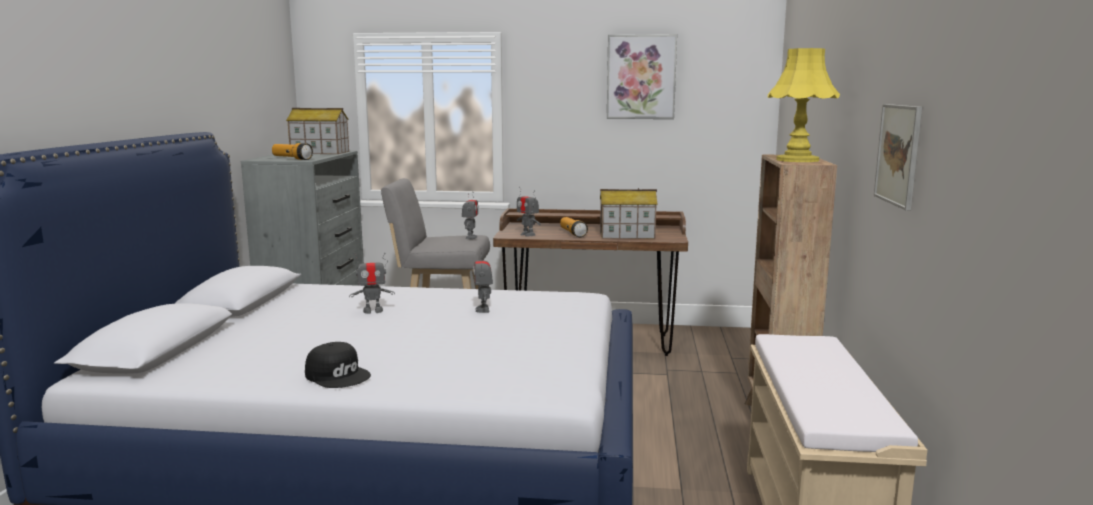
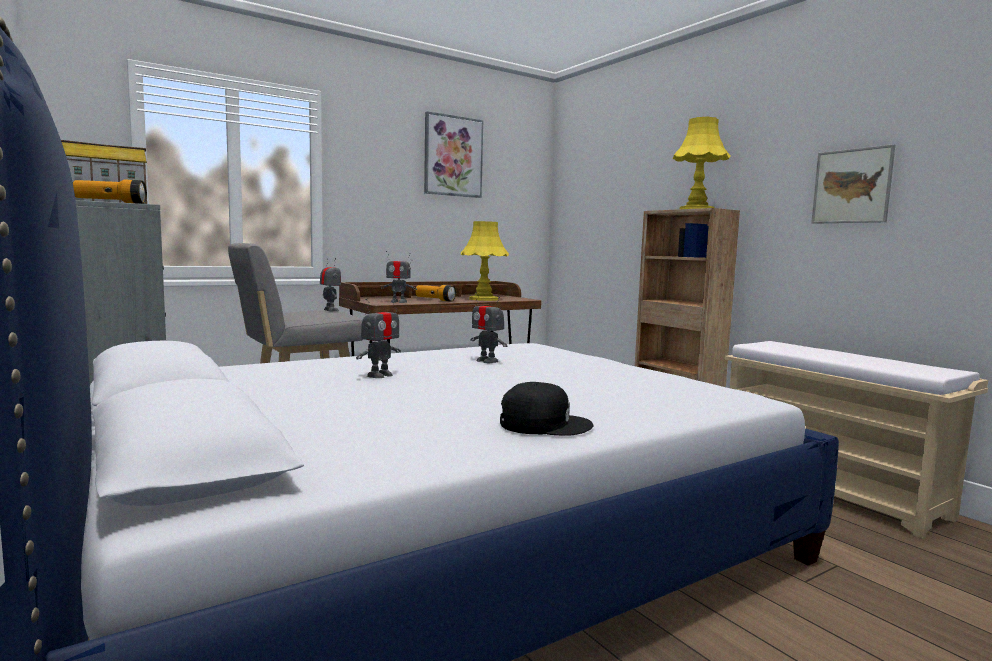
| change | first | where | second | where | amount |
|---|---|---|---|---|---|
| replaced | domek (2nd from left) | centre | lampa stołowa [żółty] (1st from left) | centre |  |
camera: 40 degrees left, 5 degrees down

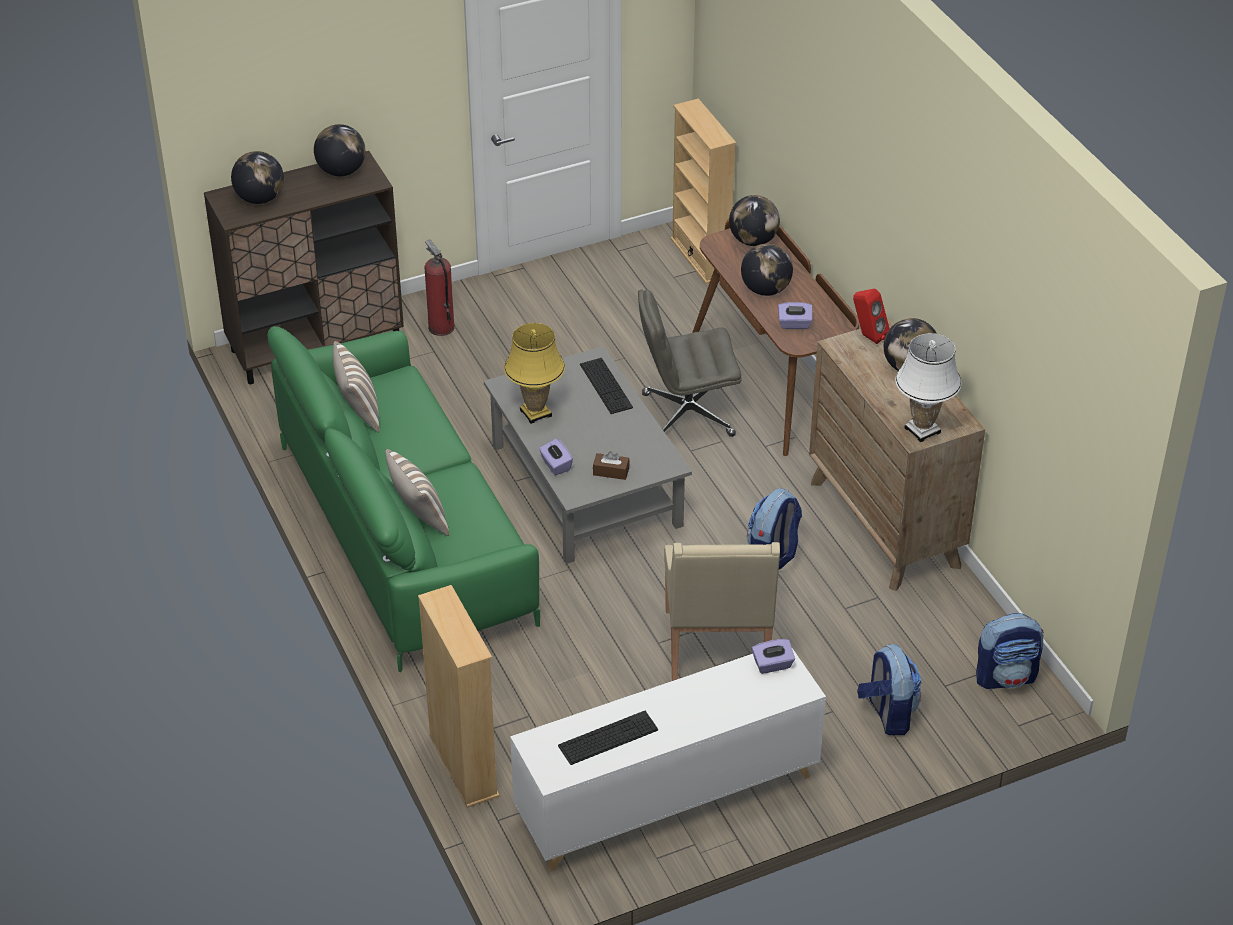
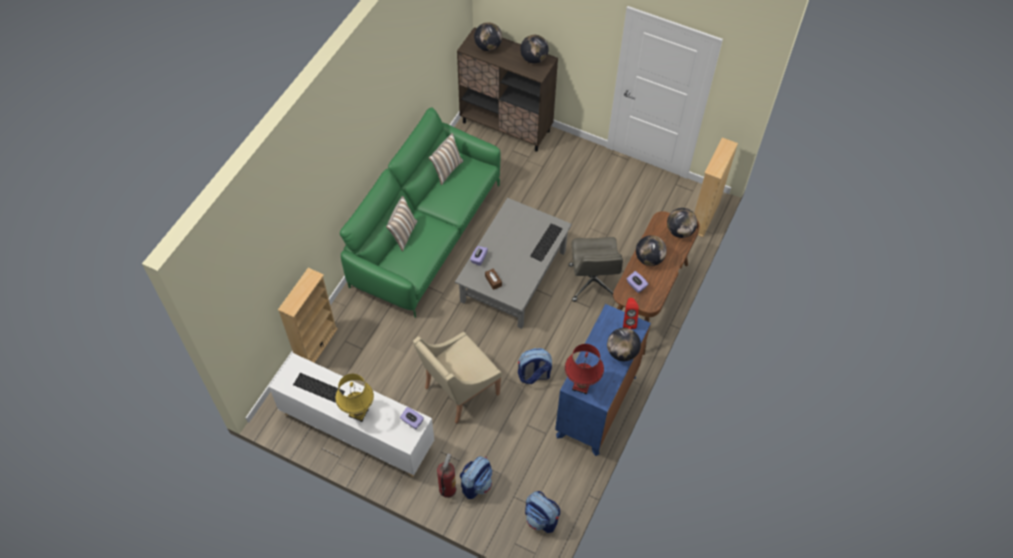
| change | first | where | second | where | amount |
|---|---|---|---|---|---|
| moved | lampa stołowa [żółty] | centre |  | bottom centre |  |
| moved | gaśnica | top centre |  | bottom centre |  |
| recoloured | komoda [brązowy] | middle right | komoda [niebieski] | bottom centre |  |
| recoloured | lampa stołowa [biały] | middle right | lampa stołowa [czerwony] | centre |  |
| turned | krzesło biurowe [szary] | centre |  | centre | 135 degrees counterclockwise |
camera: 50 degrees right, 15 degrees up

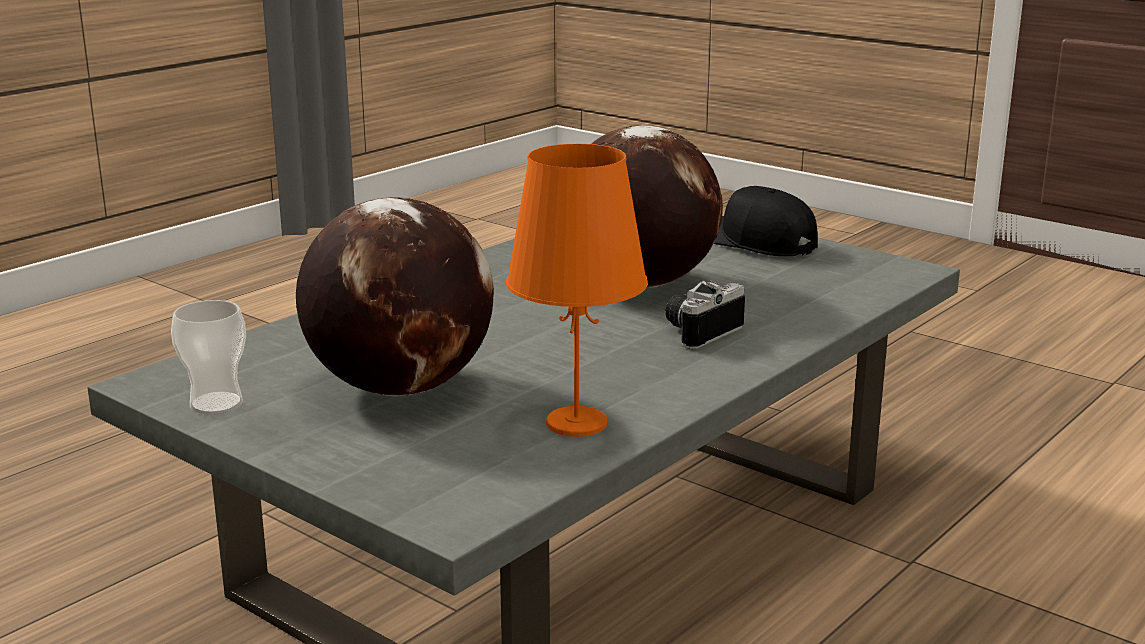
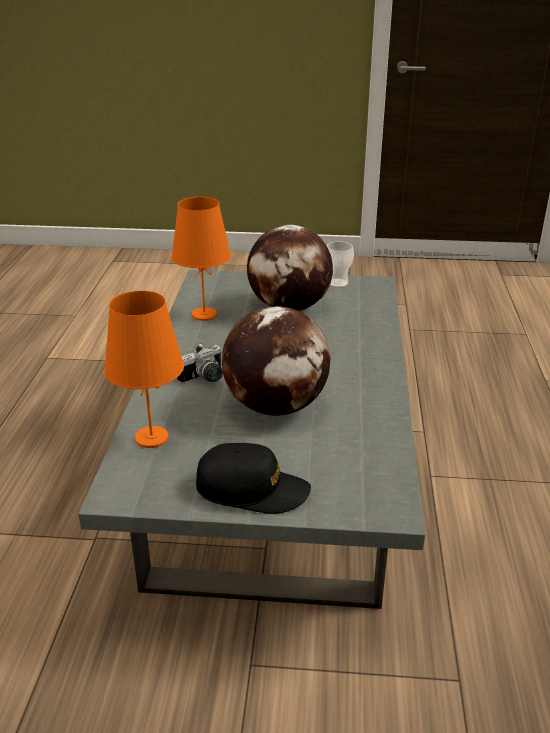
| change | first | where | second | where | amount |
|---|---|---|---|---|---|
| added |  |  | lampa stołowa [pomarańczowy] (1st from left) | middle left |  |
| turned | aparat fotograficzny | centre |  | centre | 45 degrees clockwise |
camera: 145 degrees right, 10 degrees up

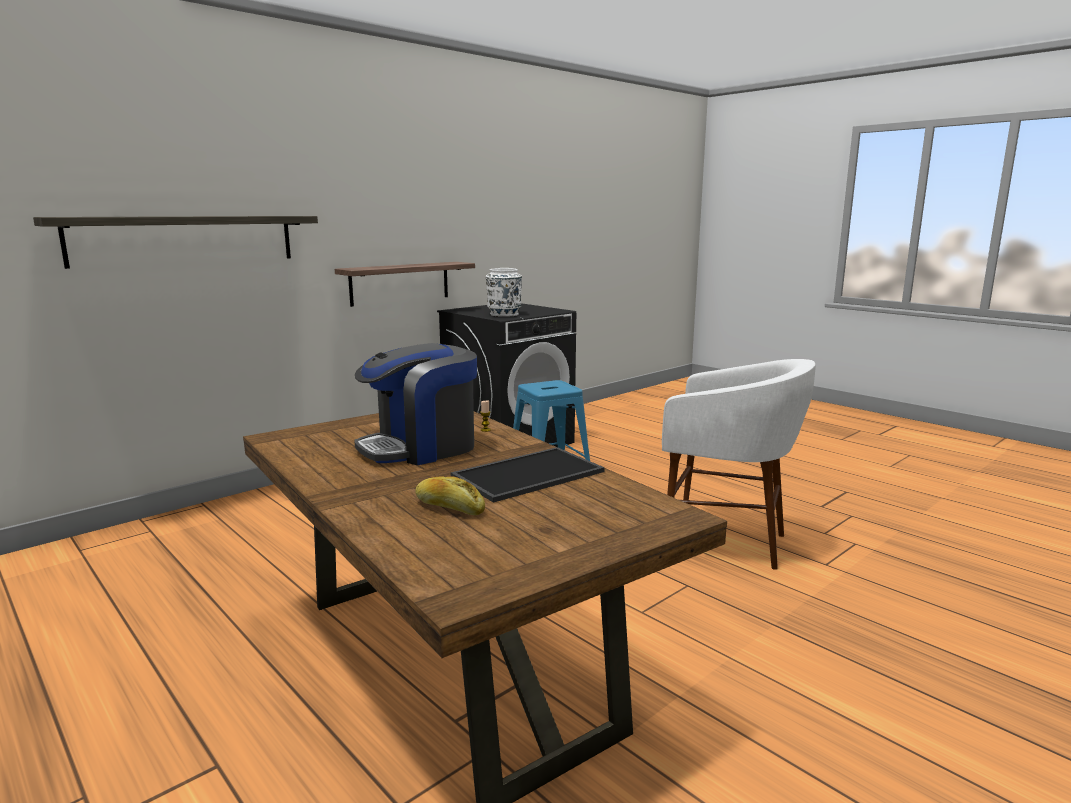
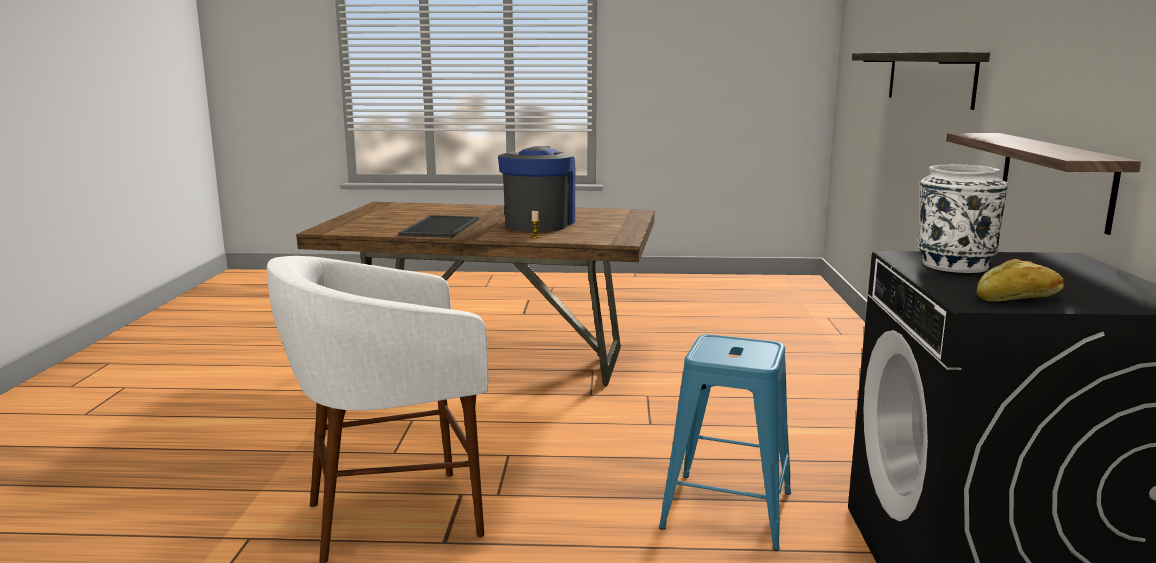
| change | first | where | second | where | amount |
|---|---|---|---|---|---|
| moved | chleb | centre |  | middle right |  |
camera: 135 degrees right, 0 degrees up

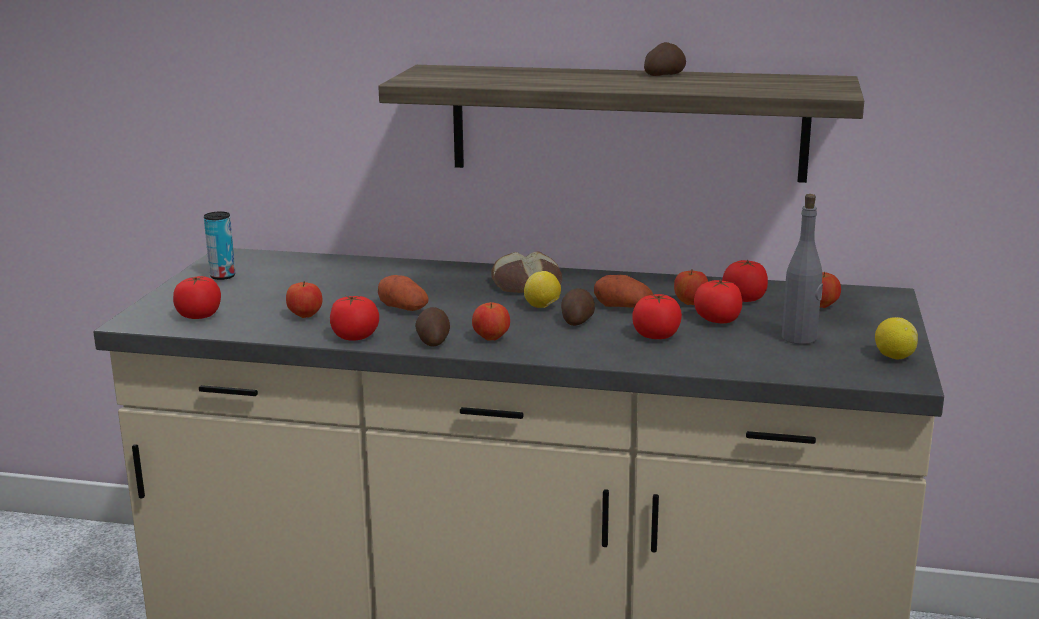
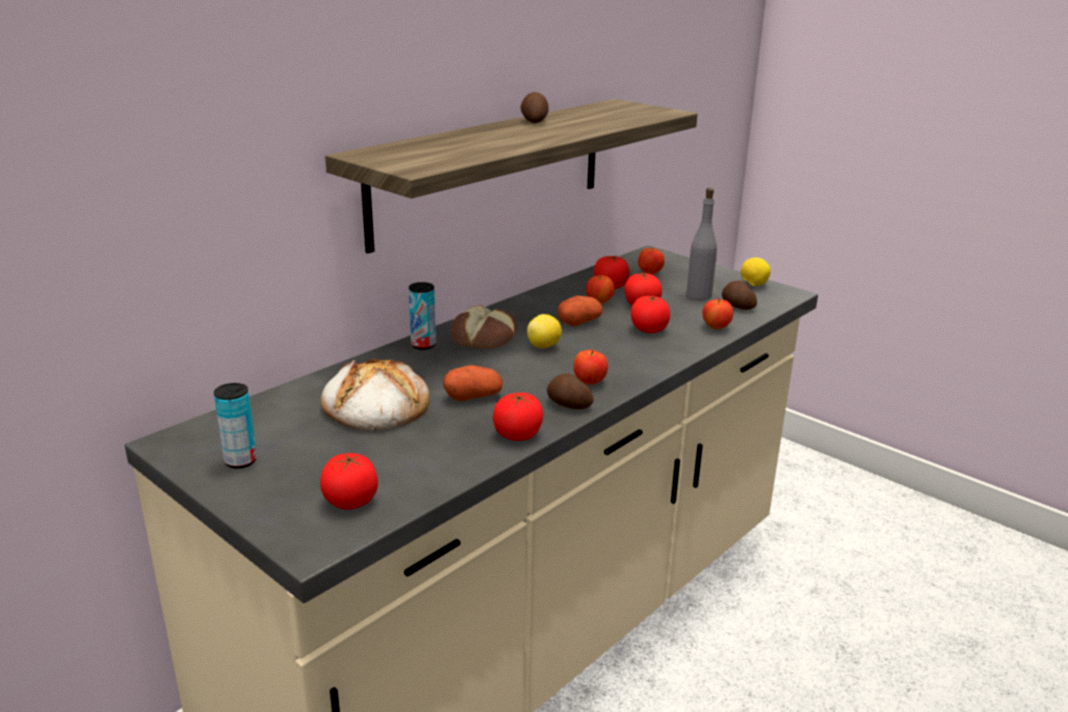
| change | first | where | second | where | amount |
|---|---|---|---|---|---|
| added |  |  | chleb (1st from left) | centre |  |
| added |  |  | puszka (2nd from left) | centre |  |
| moved | jabłko (1st from left in the first image) | middle left | jabłko (4th from left) | middle right |  |
| moved | ziemniak (3rd from left in the first image) | centre | ziemniak (5th from left) | middle right |  |
camera: 60 degrees left, 5 degrees up

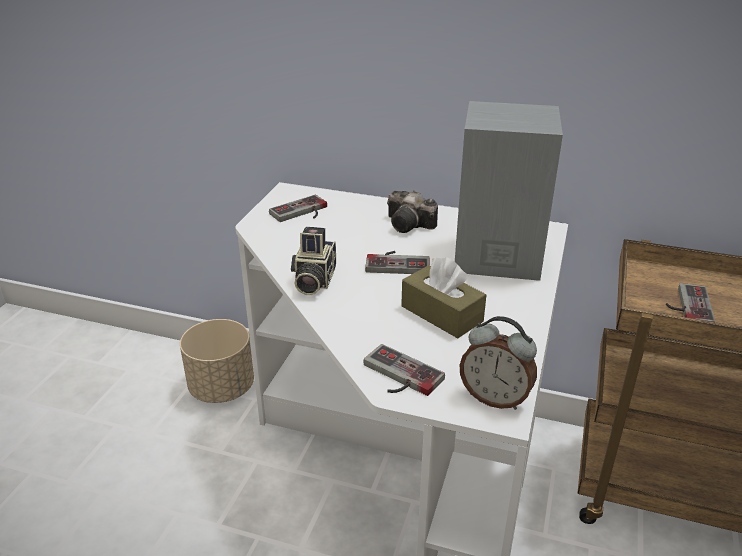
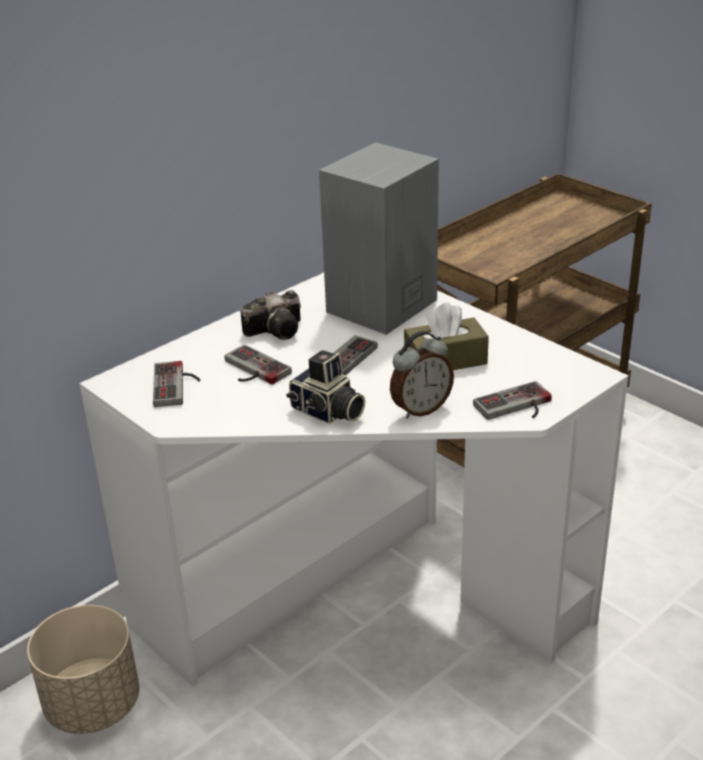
| change | first | where | second | where | amount |
|---|---|---|---|---|---|
| moved | pad do gier (4th from left in the first image) | middle right | pad do gier (2nd from left) | centre |  |
| moved | budzik | middle right |  | centre |  |
camera: 60 degrees left, 0 degrees up

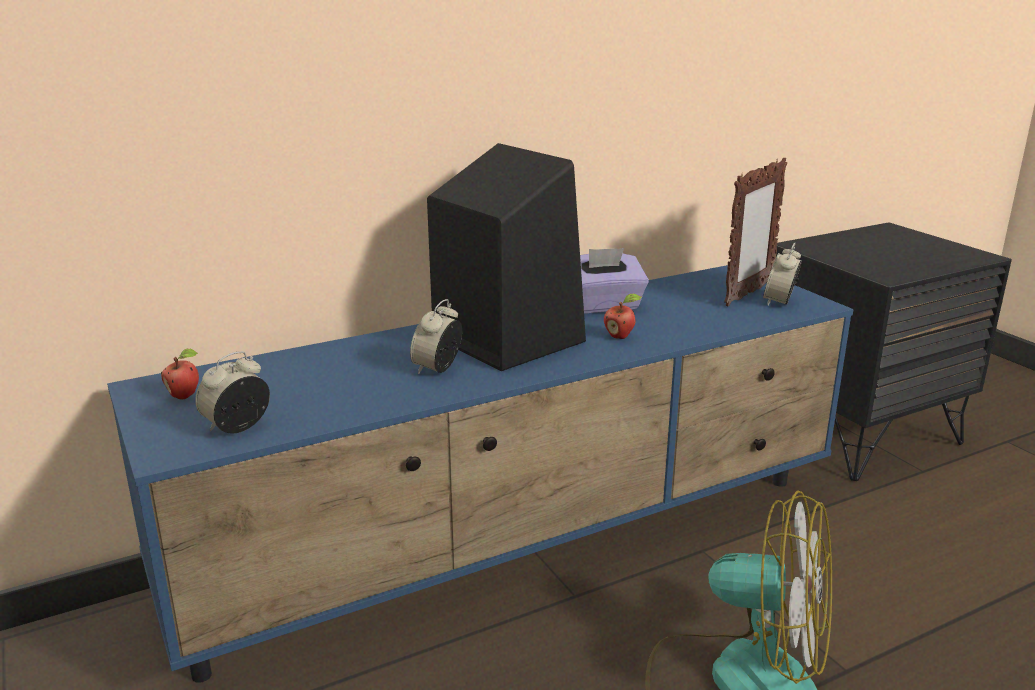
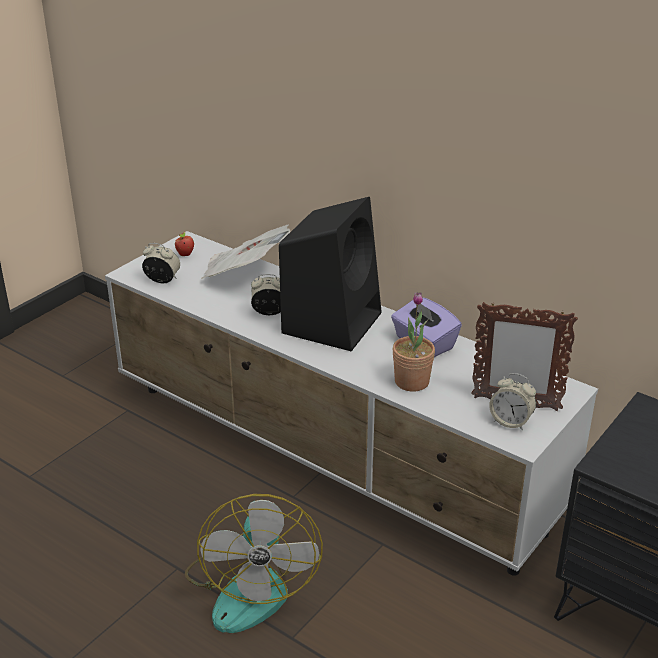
| change | first | where | second | where | amount |
|---|---|---|---|---|---|
| recoloured | szafka pod telewizor [niebieski] | bottom centre | szafka pod telewizor [biały] | centre |  |
| added |  |  | gazeta | centre |  |
| added |  |  | roślina doniczkowa | centre |  |
| turned | budzik (3rd from left) | middle right |  | middle right | 150 degrees counterclockwise |
| removed | jabłko (2nd from left) | centre |  |  |  |
camera: 65 degrees right, 10 degrees up

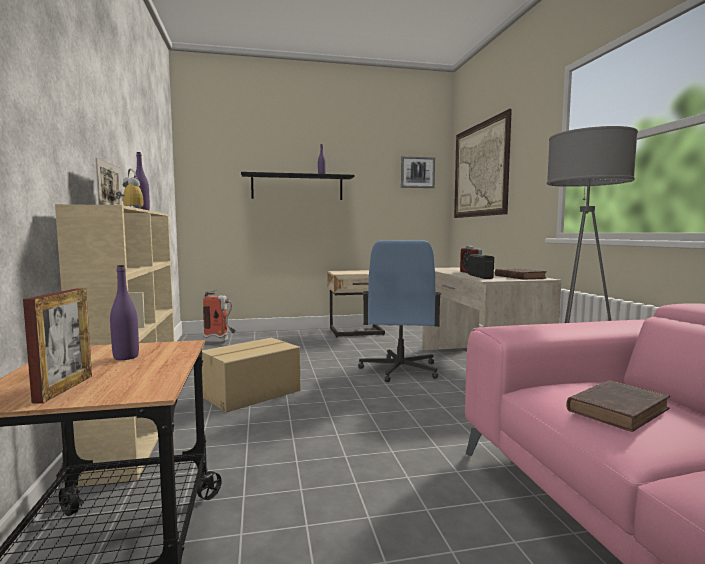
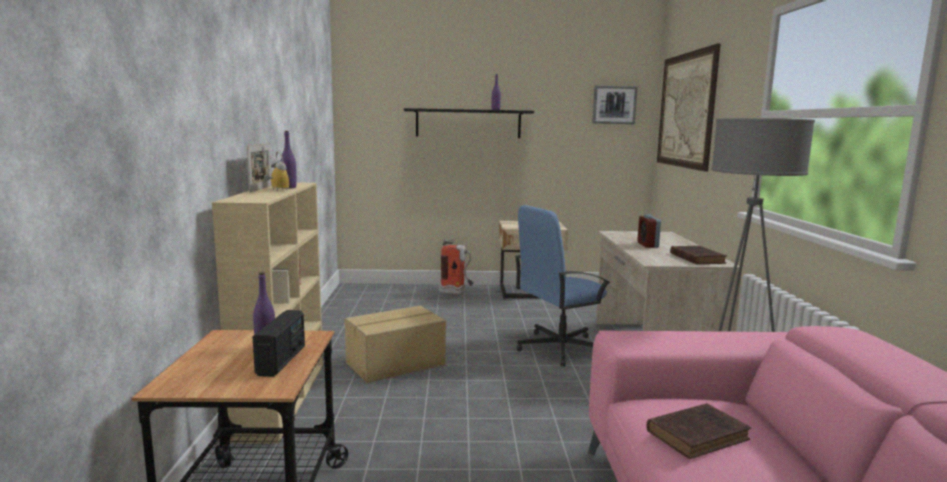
| change | first | where | second | where | amount |
|---|---|---|---|---|---|
| moved | radio | middle right |  | bottom left |  |
| moved | gaśnica | middle left |  | centre |  |
| turned | krzesło biurowe [niebieski] | centre |  | centre | 45 degrees clockwise |
| removed | ramka na zdjęcie (1st from left) | middle left |  |  |  |
camera: 10 degrees right, 5 degrees up

